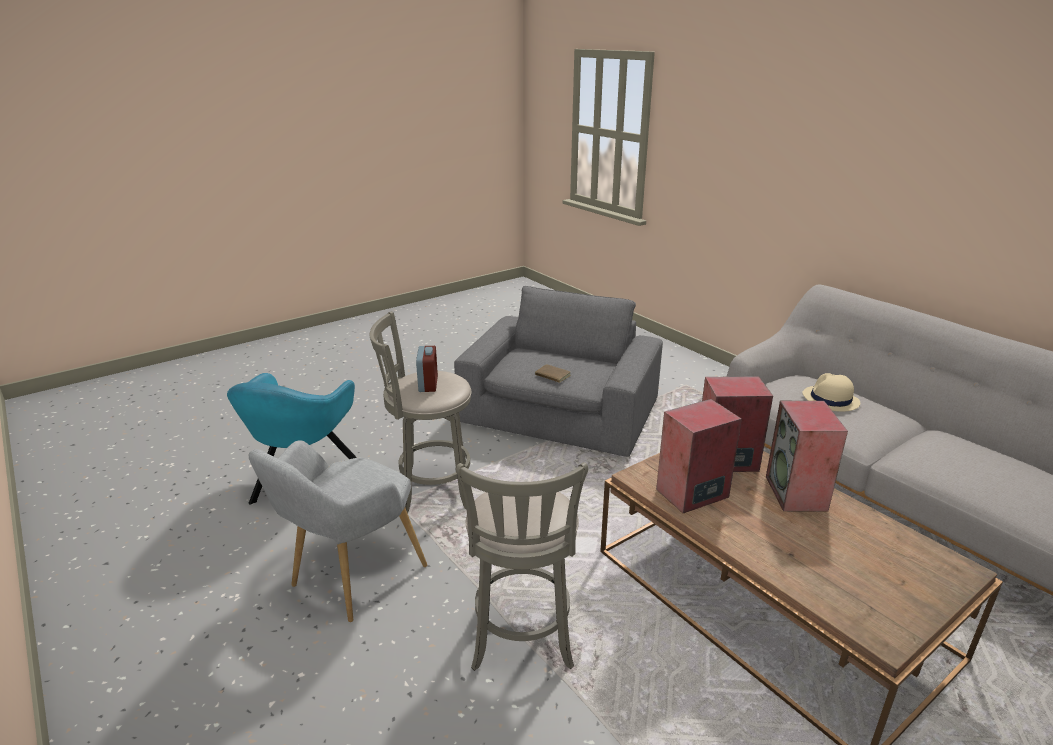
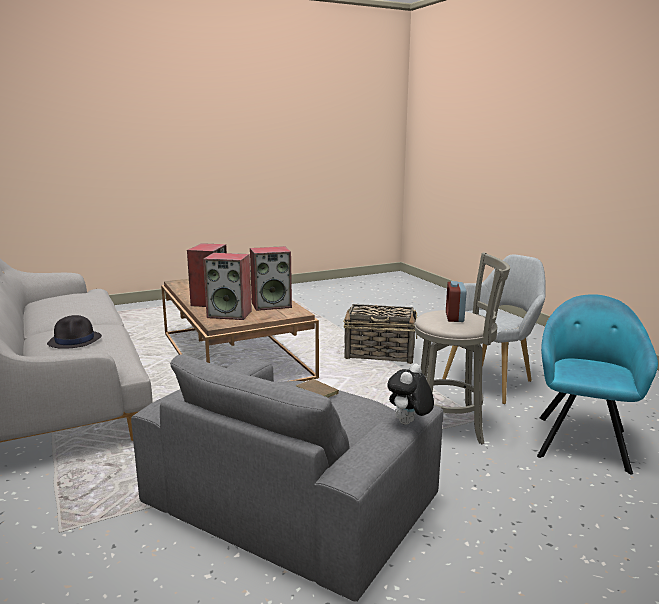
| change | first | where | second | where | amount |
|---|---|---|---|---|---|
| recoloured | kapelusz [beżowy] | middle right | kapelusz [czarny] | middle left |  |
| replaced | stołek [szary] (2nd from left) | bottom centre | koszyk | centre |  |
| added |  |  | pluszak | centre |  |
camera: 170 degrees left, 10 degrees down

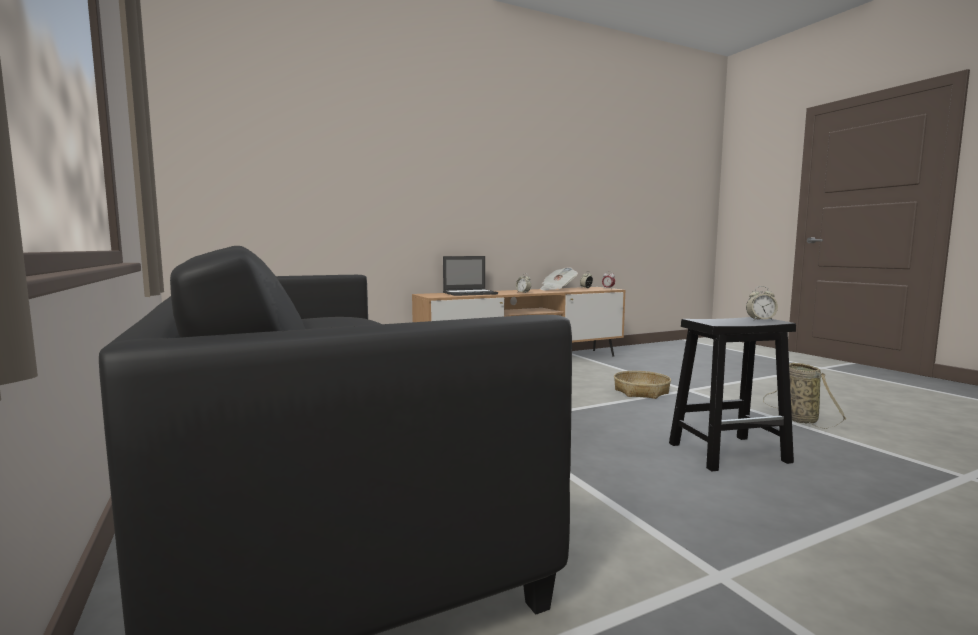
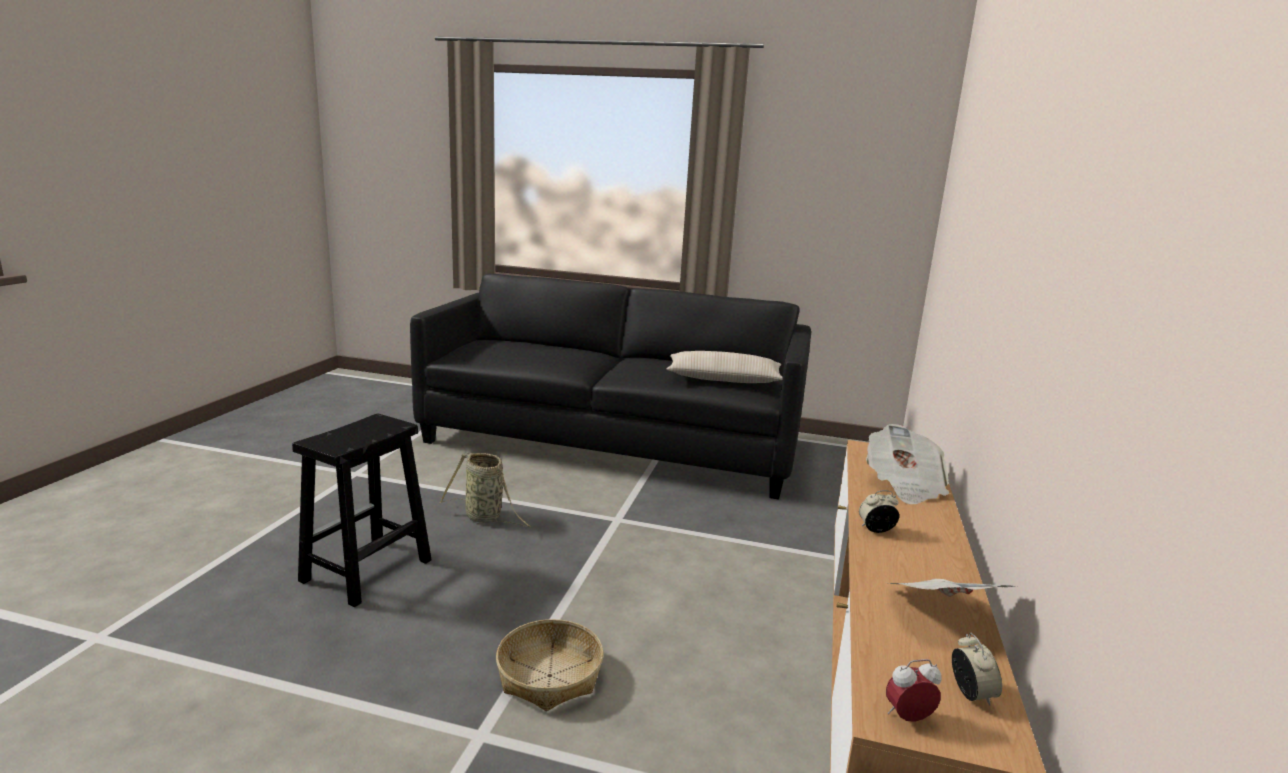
| change | first | where | second | where | amount |
|---|---|---|---|---|---|
| moved | koszyk (2nd from left in the first image) | middle right | koszyk (1st from left) | centre |  |
| added |  |  | poduszka [beżowy] | centre |  |
| replaced | laptop | centre | gazeta (1st from left) | middle right |  |
| removed | budzik (4th from left) | middle right |  |  |  |
camera: 130 degrees right, 10 degrees up

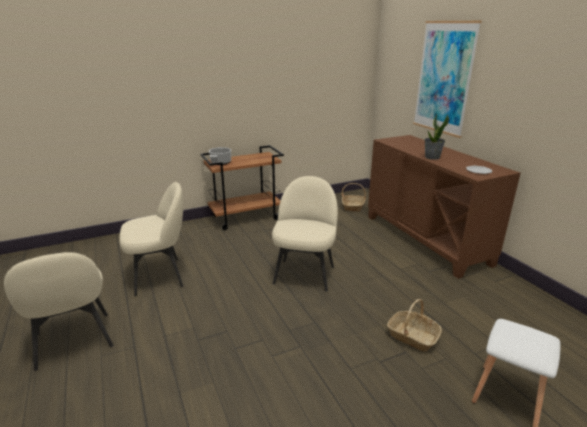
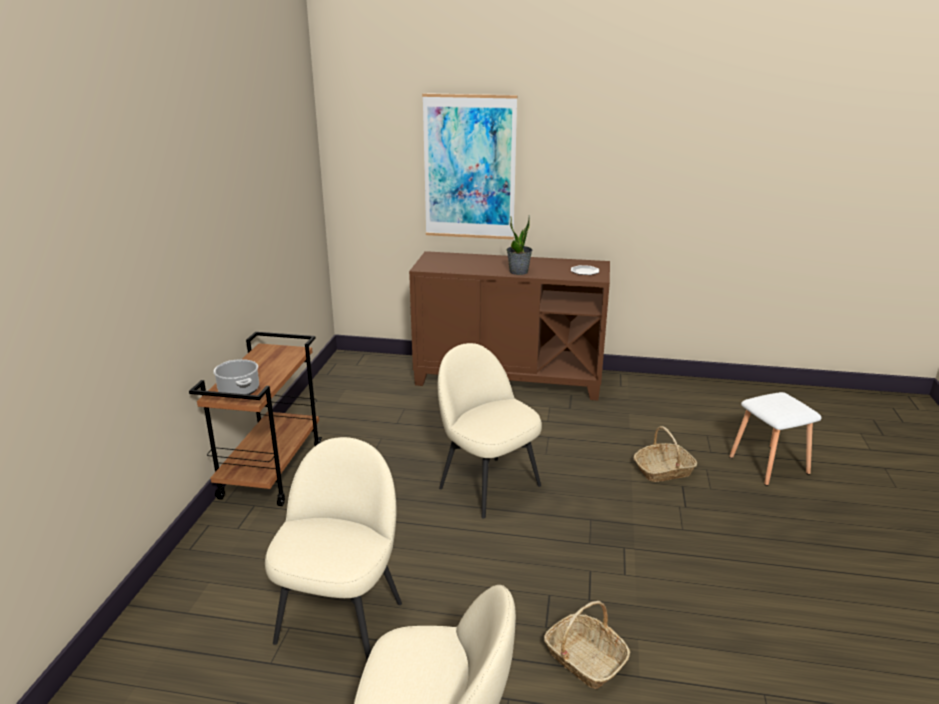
| change | first | where | second | where | amount |
|---|---|---|---|---|---|
| moved | koszyk (1st from left) | centre |  | bottom centre |  |
camera: 55 degrees left, 0 degrees up

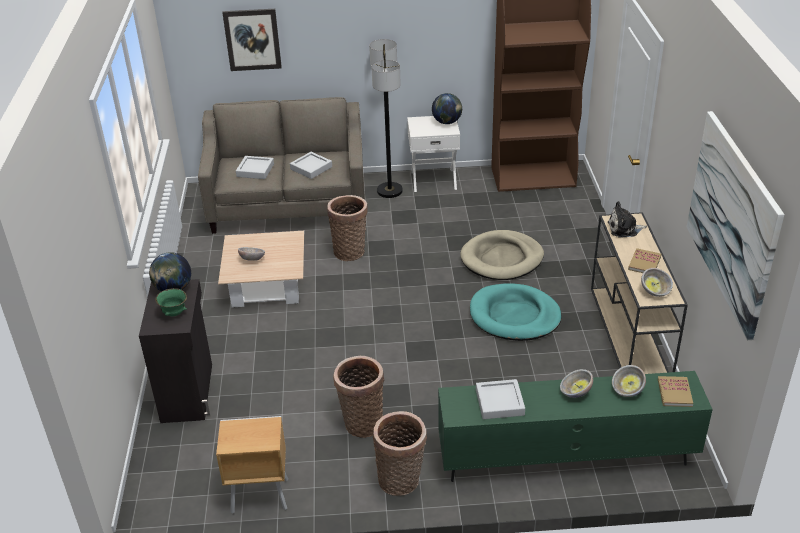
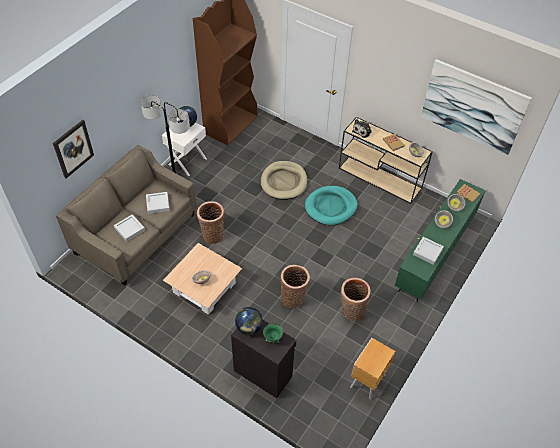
| change | first | where | second | where | amount |
|---|---|---|---|---|---|
| moved | koszyk (3rd from left in the first image) | bottom centre | koszyk (2nd from left) | centre |  |
camera: 55 degrees left, 15 degrees up

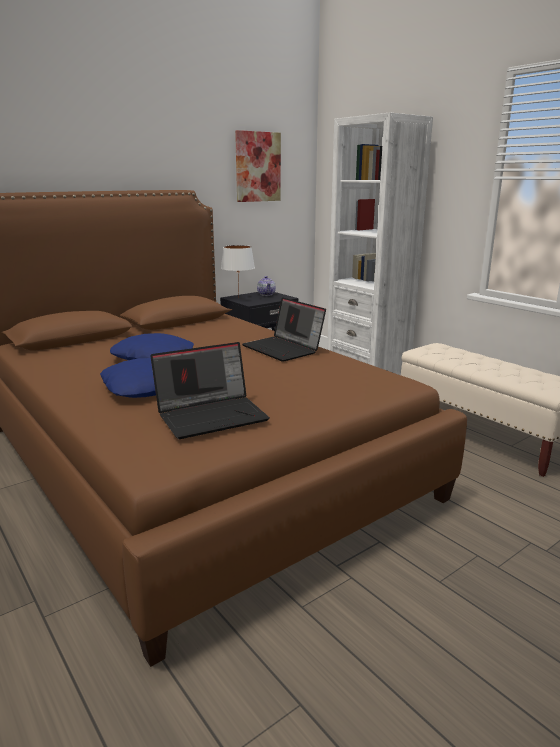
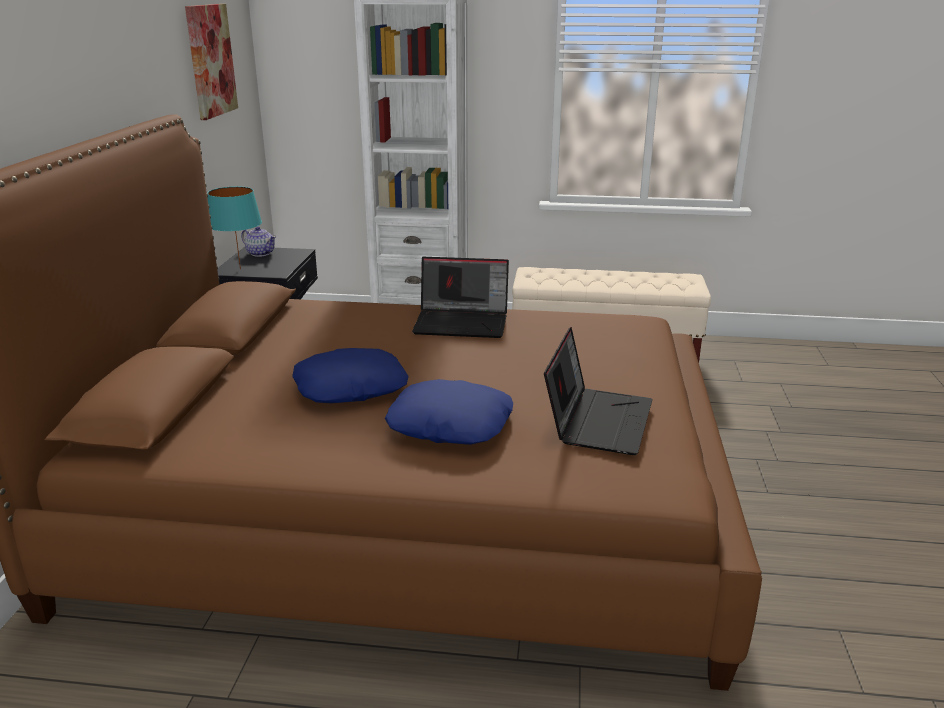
| change | first | where | second | where | amount |
|---|---|---|---|---|---|
| recoloured | lampa stołowa [biały] | centre | lampa stołowa [turkusowy] | top left |  |
camera: 45 degrees left, 5 degrees up

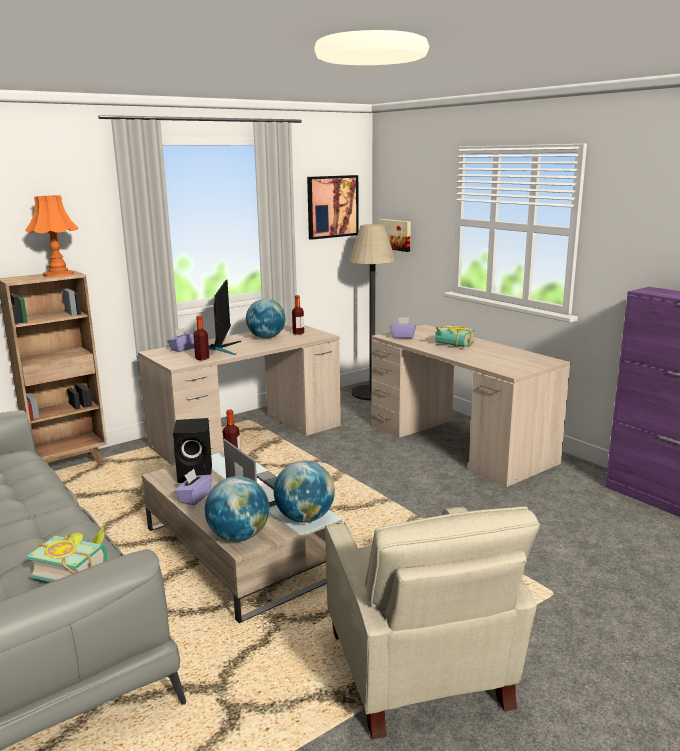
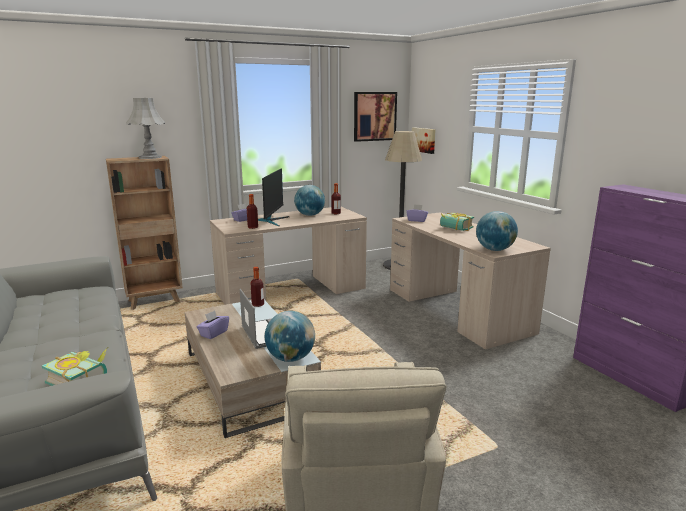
| change | first | where | second | where | amount |
|---|---|---|---|---|---|
| recoloured | lampa stołowa [pomarańczowy] | top left | lampa stołowa [szary] | top left |  |
| moved | globus (1st from left in the first image) | bottom centre | globus (3rd from left) | middle right |  |
| removed | głośnik [czarny] | middle left |  |  |  |
camera: 10 degrees right, 0 degrees up

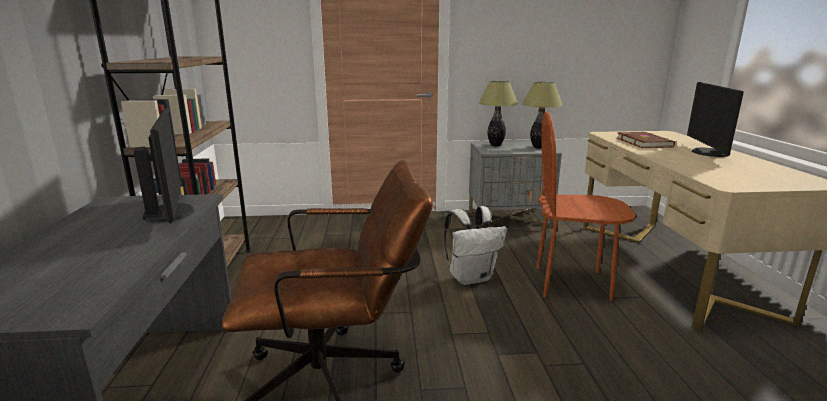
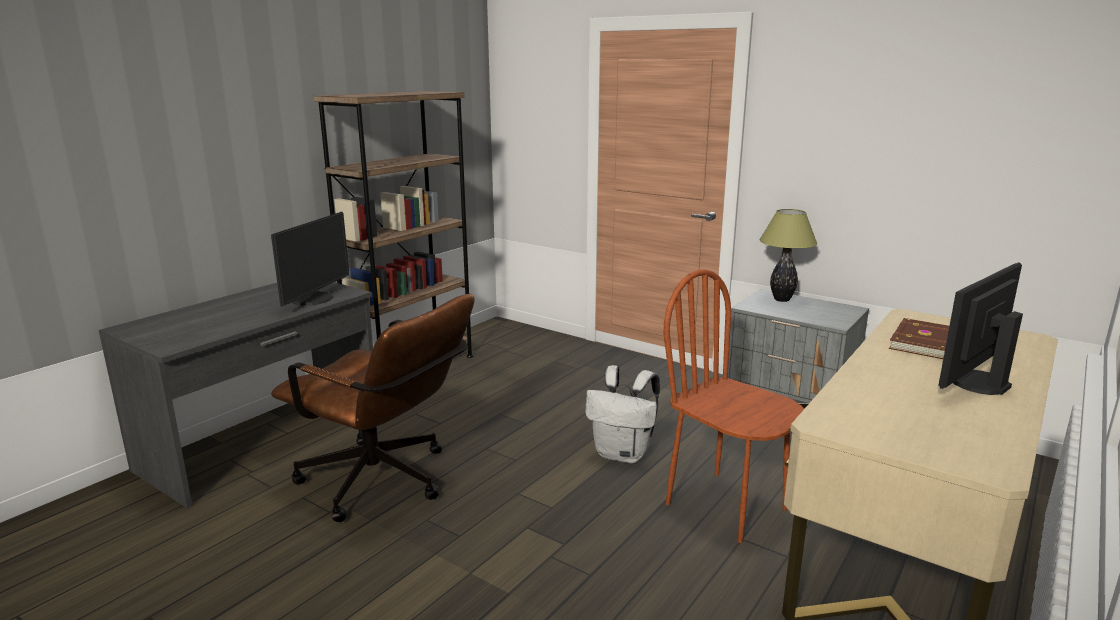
| change | first | where | second | where | amount |
|---|---|---|---|---|---|
| removed | lampa stołowa (2nd from left) | top centre |  |  |  |
camera: 40 degrees right, 0 degrees up

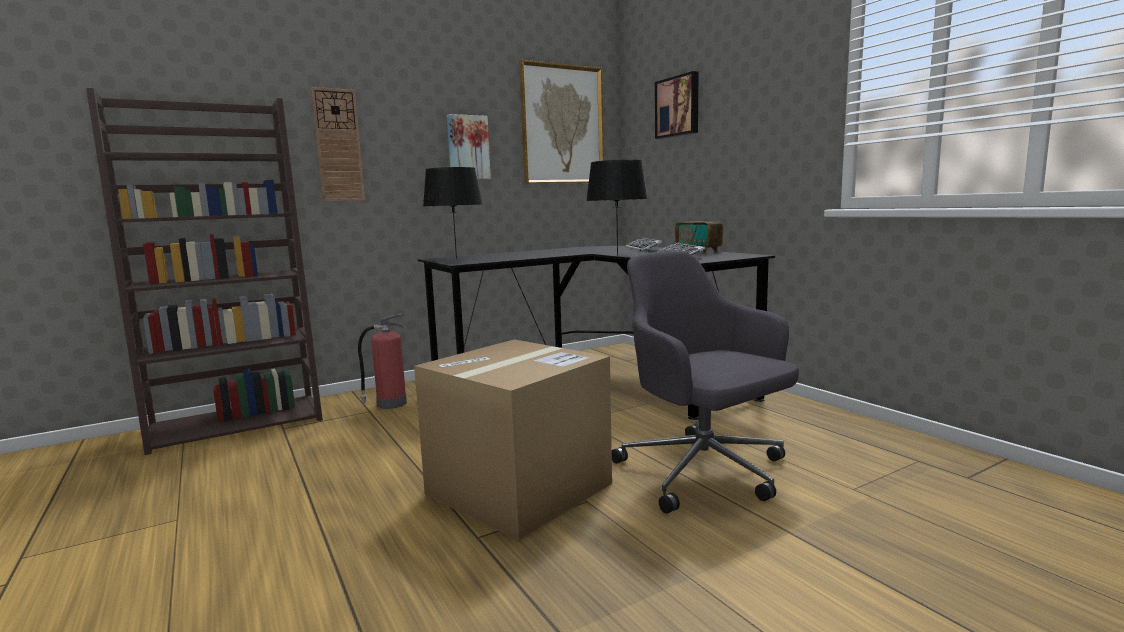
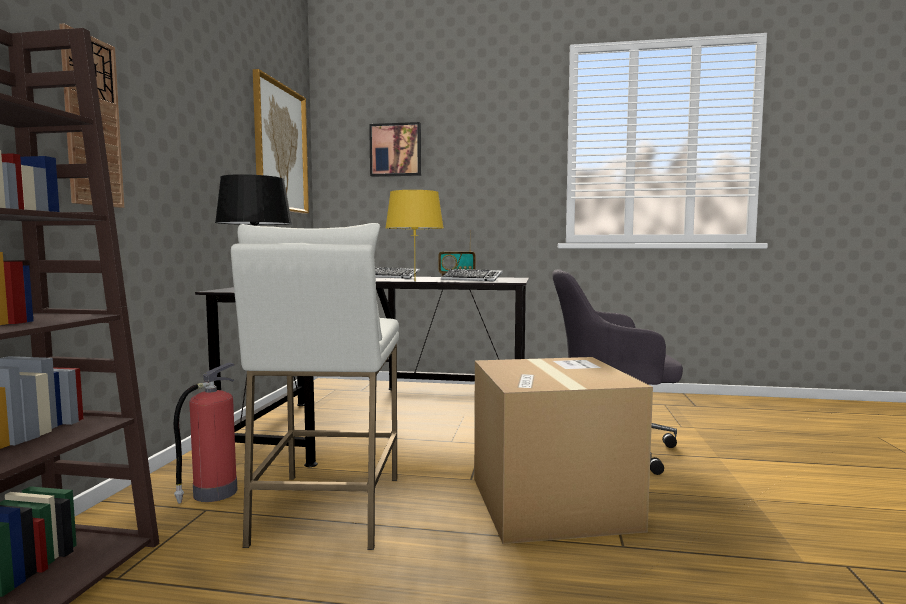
| change | first | where | second | where | amount |
|---|---|---|---|---|---|
| added |  |  | stołek [biały] | centre |  |
| recoloured | lampa stołowa [czarny] (2nd from left) | top centre | lampa stołowa [żółty] | centre |  |
| removed | obraz (1st from left) | top centre |  |  |  |
camera: 50 degrees left, 5 degrees down

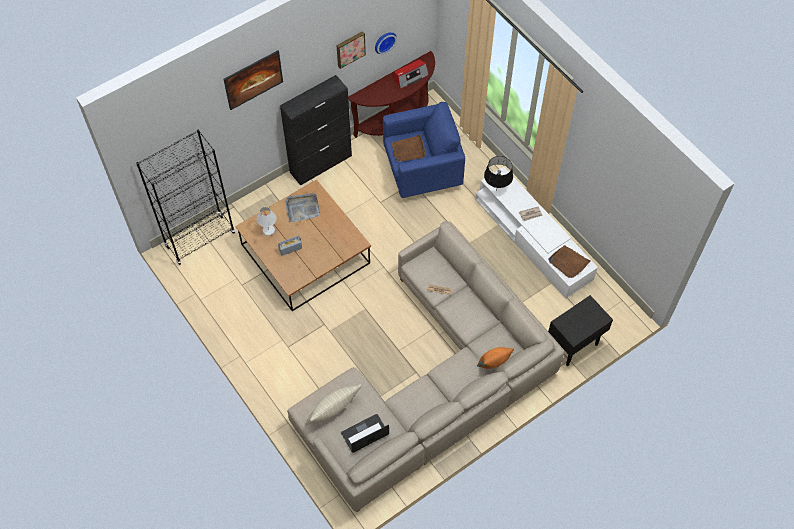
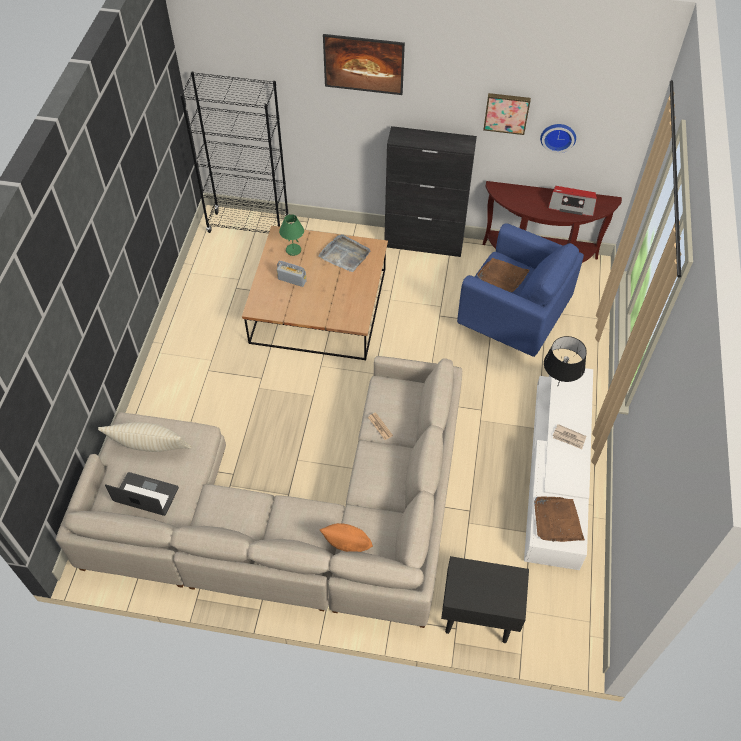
| change | first | where | second | where | amount |
|---|---|---|---|---|---|
| recoloured | lampa stołowa [biały] | centre | lampa stołowa [zielony] | top centre |  |
camera: 45 degrees right, 5 degrees down

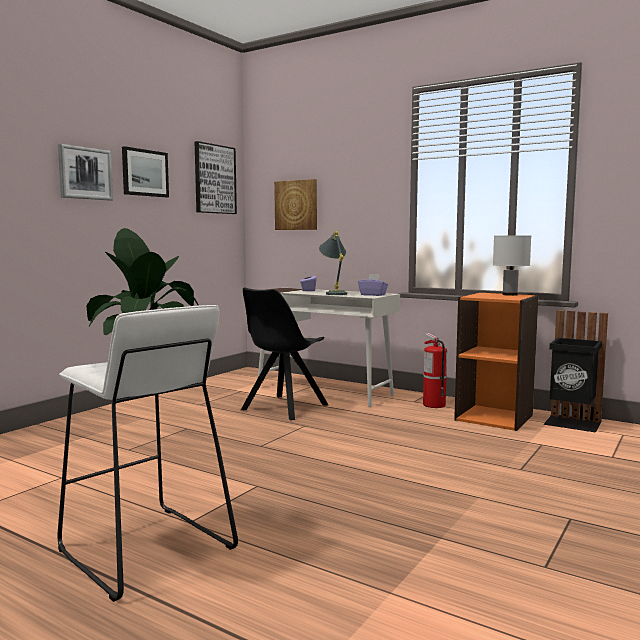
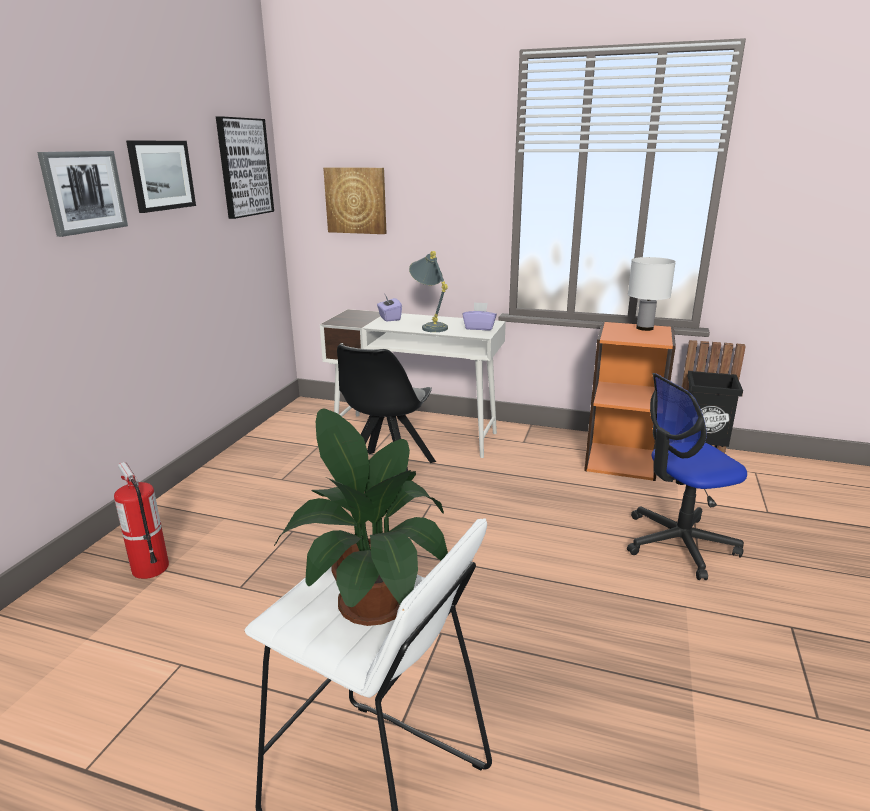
| change | first | where | second | where | amount |
|---|---|---|---|---|---|
| moved | gaśnica | middle right |  | middle left |  |
| added |  |  | krzesło biurowe | middle right |  |
camera: 15 degrees left, 15 degrees up

